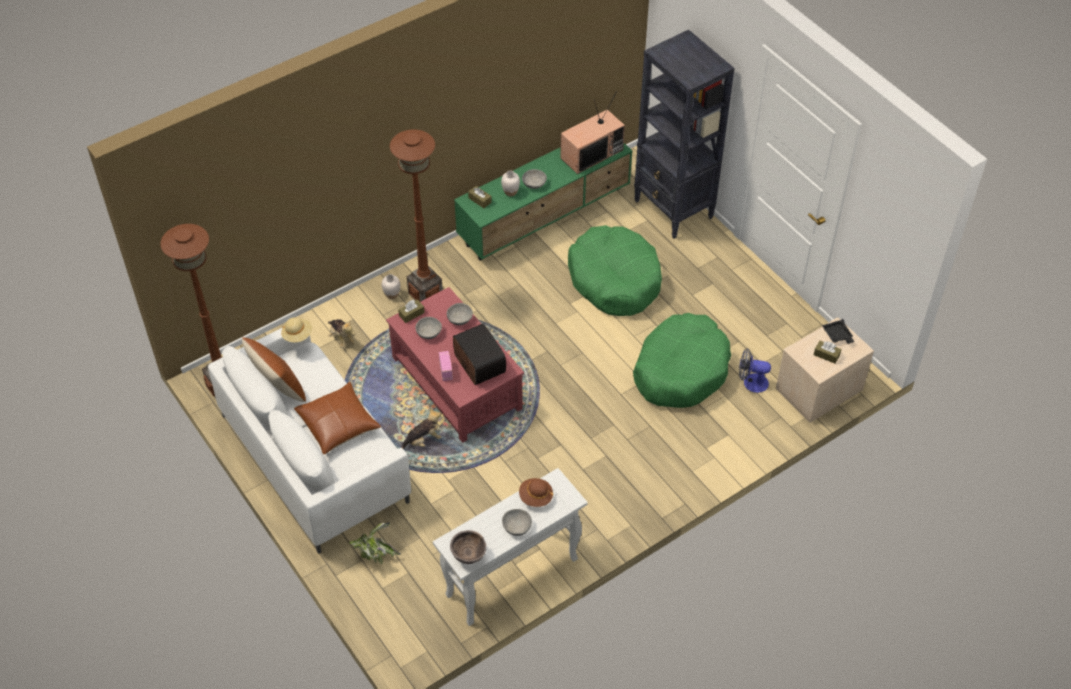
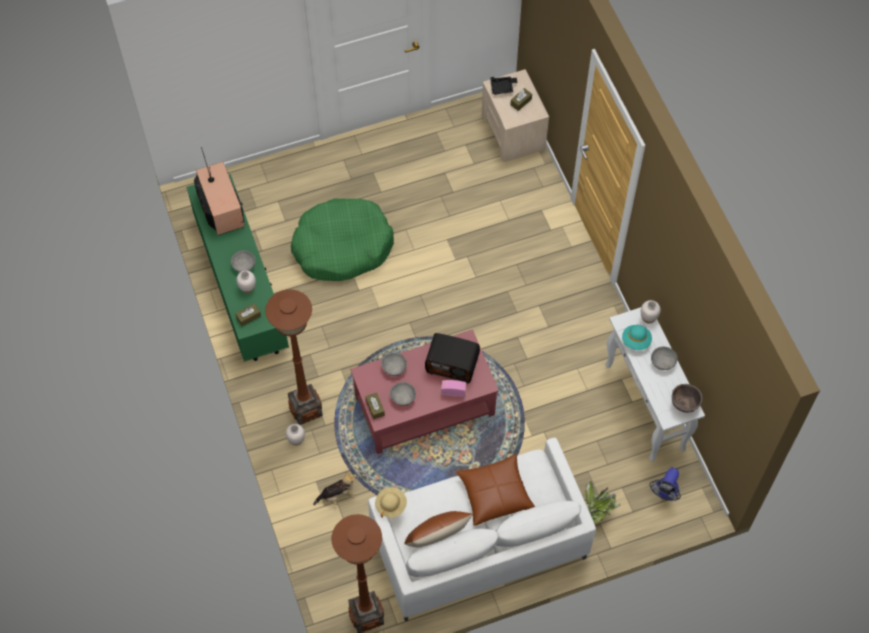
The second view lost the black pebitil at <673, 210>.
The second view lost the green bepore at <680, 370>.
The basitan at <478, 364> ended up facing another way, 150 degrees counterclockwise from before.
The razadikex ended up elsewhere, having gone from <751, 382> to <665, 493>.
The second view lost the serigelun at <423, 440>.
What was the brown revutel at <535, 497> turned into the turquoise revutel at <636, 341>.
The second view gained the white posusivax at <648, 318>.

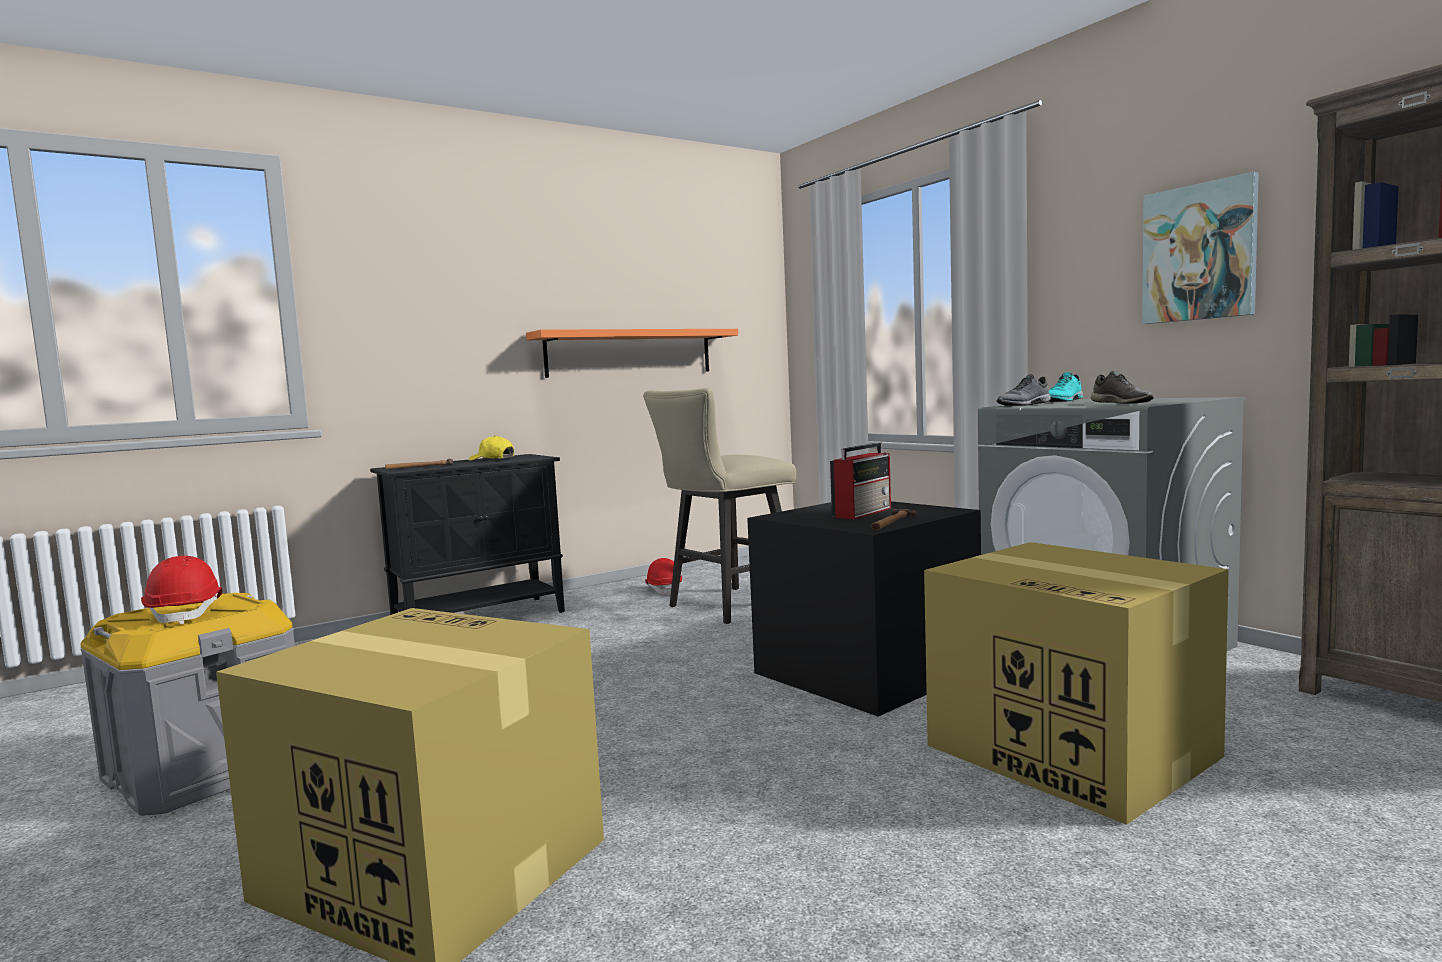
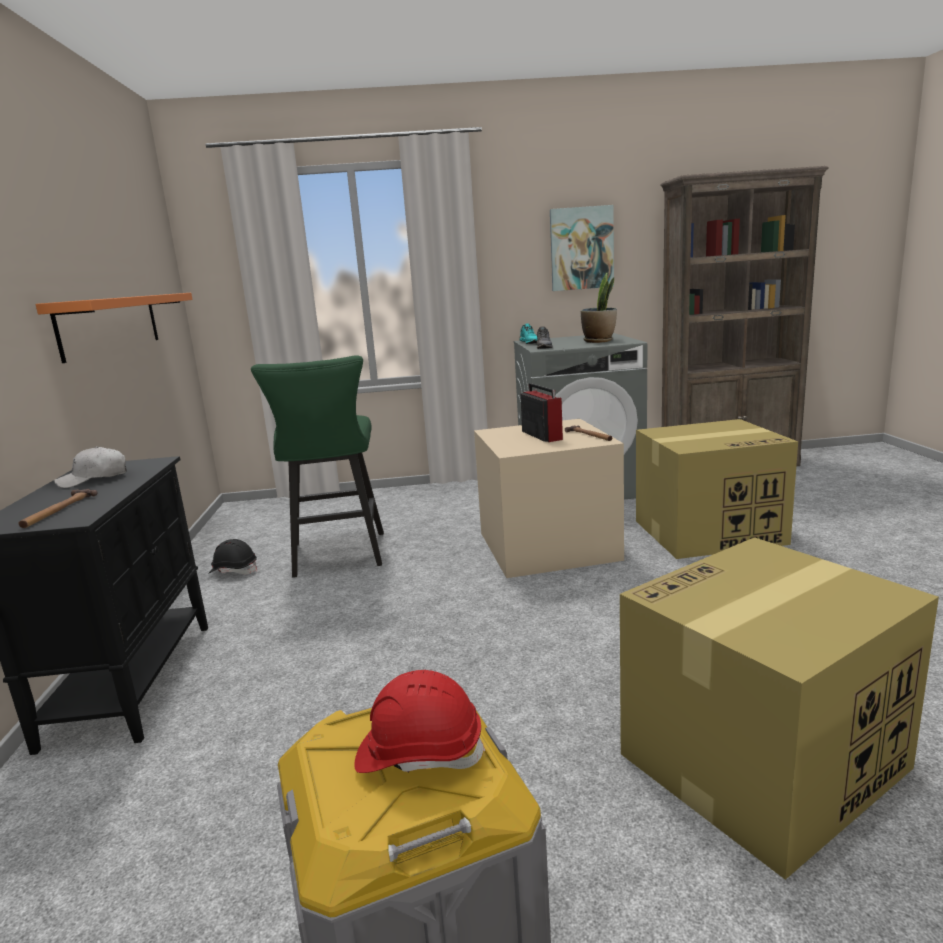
Where the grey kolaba stood at <1122, 403>, the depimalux came to stand at <599, 341>.
What was the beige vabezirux at <726, 607> turned into the green vabezirux at <338, 557>.
What was the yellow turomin at <492, 459> turned into the white turomin at <94, 479>.
What was the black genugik at <866, 670> turned into the beige genugik at <545, 545>.
What was the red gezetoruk at <664, 589> turned into the black gezetoruk at <233, 571>.

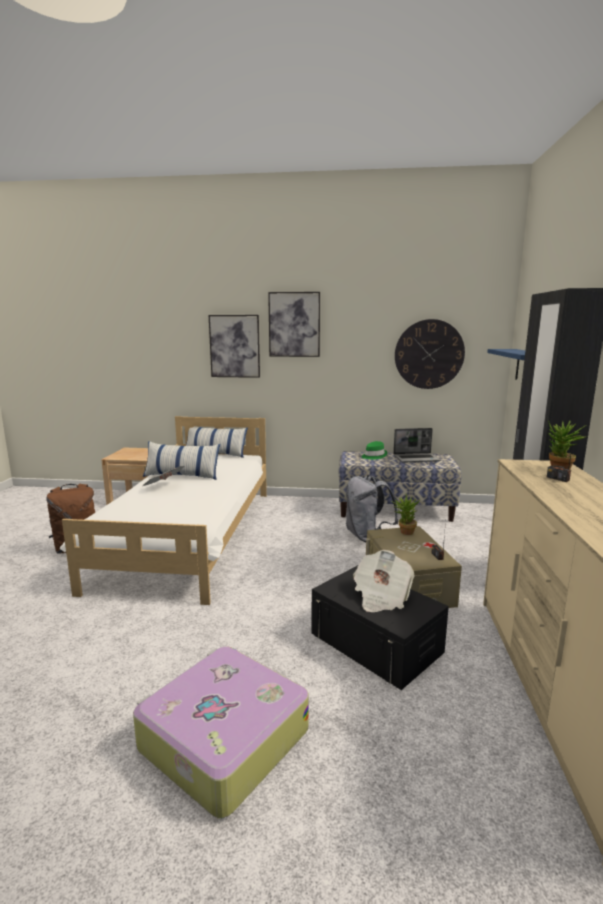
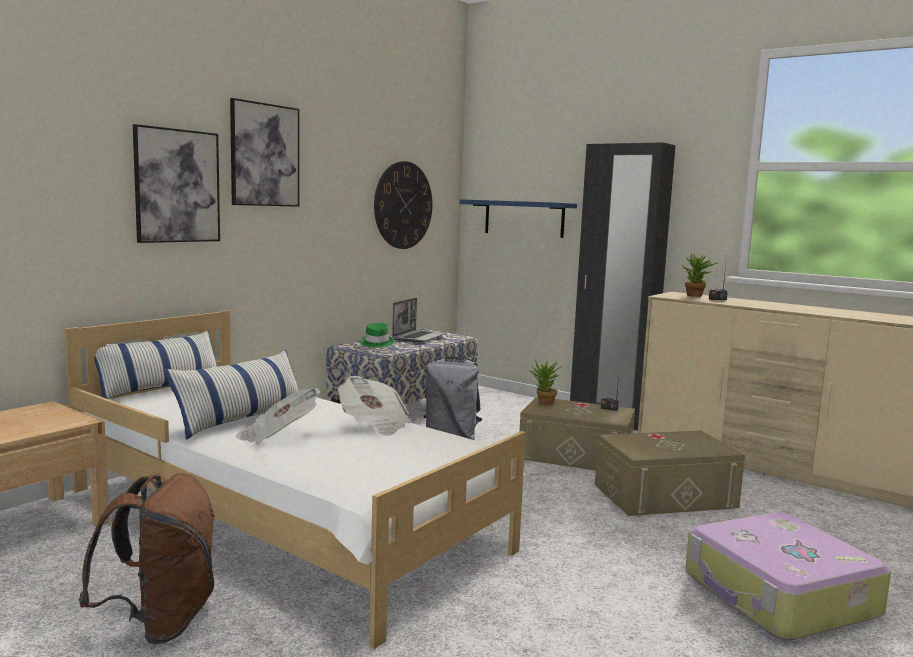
The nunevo ended up elsewhere, having gone from <381, 596> to <374, 425>.
What was the black genugik at <376, 642> turned into the beige genugik at <664, 496>.

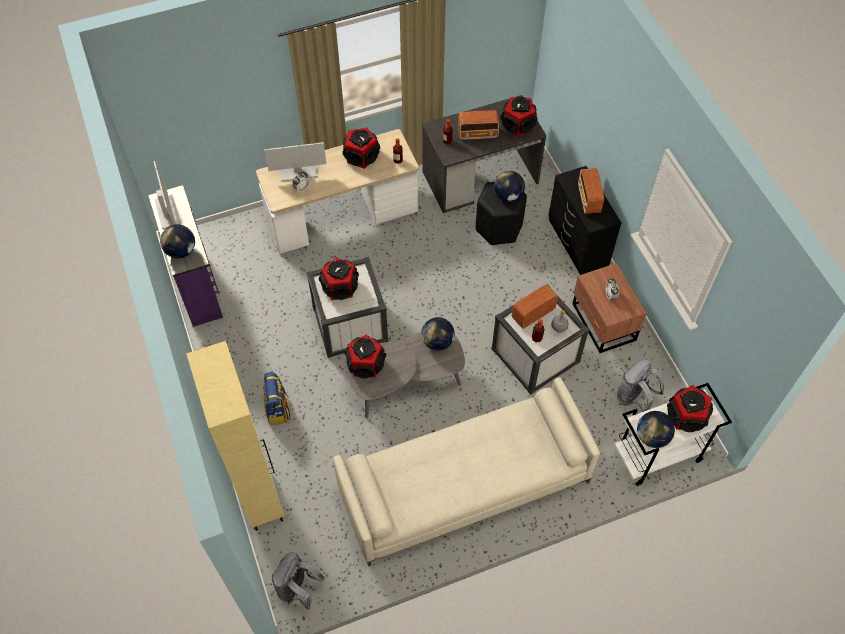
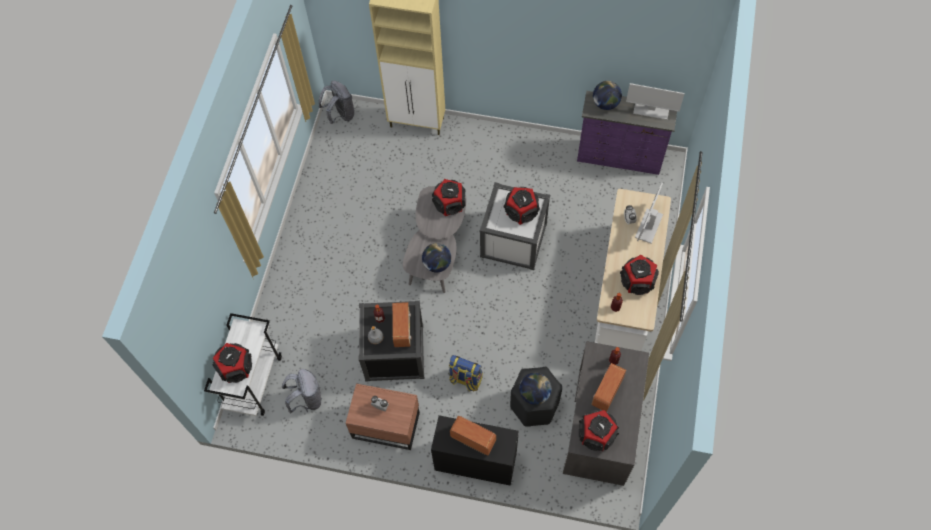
What was the white genugik at <535, 355> turned into the black genugik at <394, 352>.
The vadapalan ended up elsewhere, having gone from <278, 409> to <465, 379>.
The second view lost the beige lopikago at <463, 485>.
The second view lost the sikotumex at <652, 437>.

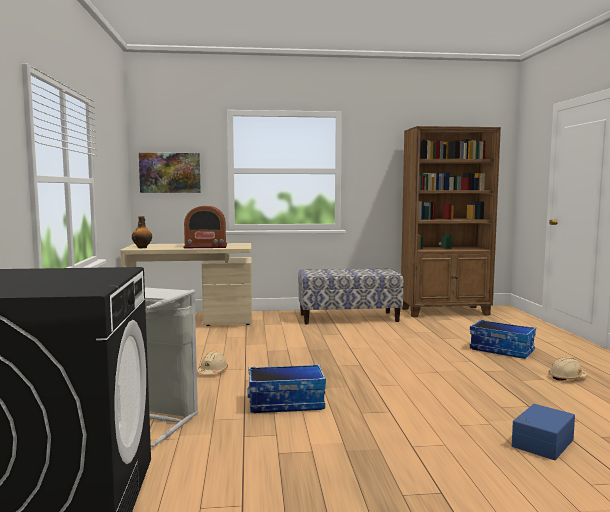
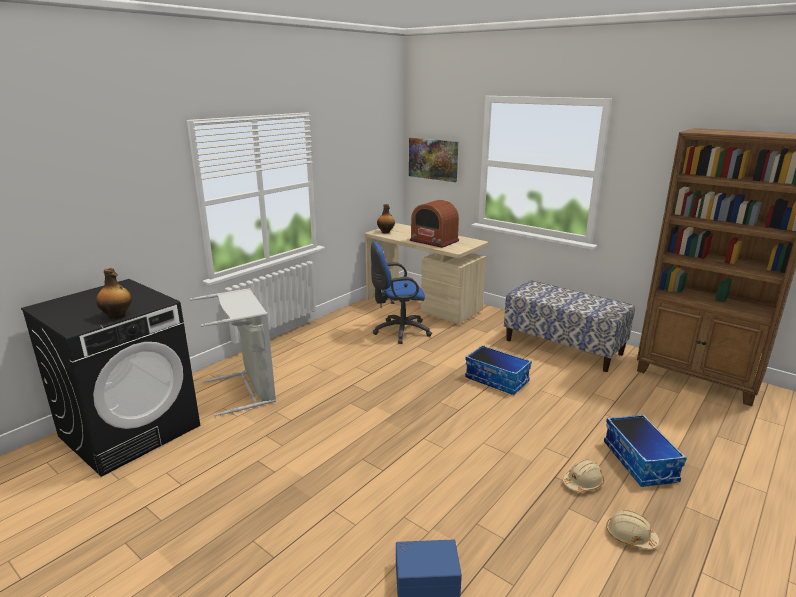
The beige gezetoruk ended up elsewhere, having gone from <212, 372> to <583, 483>.
The genugik ended up elsewhere, having gone from <286, 403> to <497, 380>.
The second view gained the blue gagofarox at <399, 331>.
The second view gained the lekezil at <117, 316>.

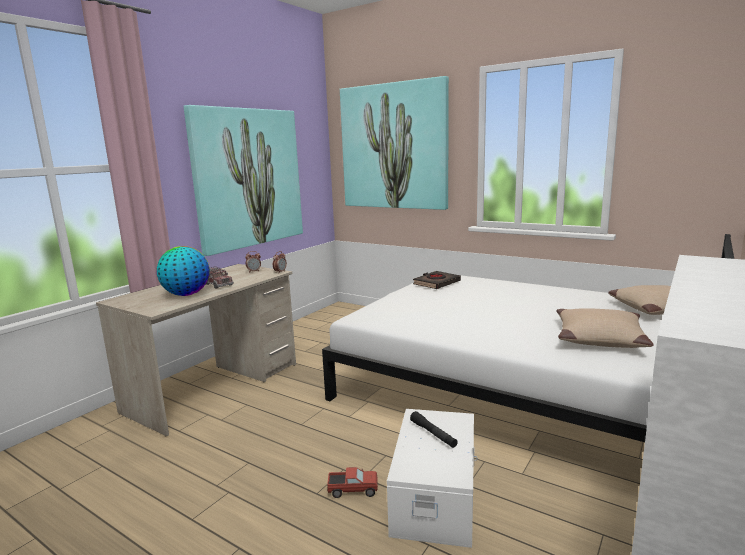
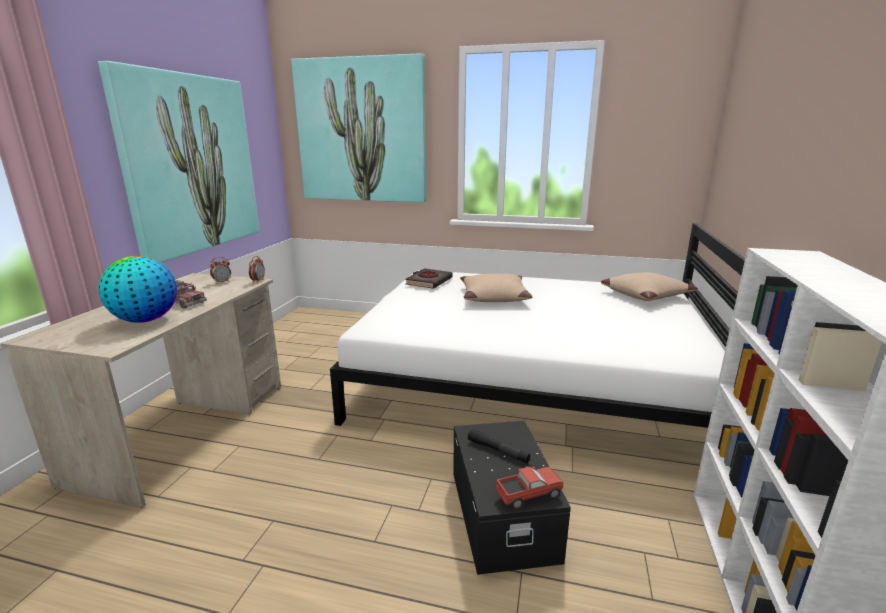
The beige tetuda ended up elsewhere, having gone from <598, 338> to <493, 296>.
What was the white genugik at <436, 495> turned into the black genugik at <504, 513>.
The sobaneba ended up elsewhere, having gone from <353, 490> to <528, 496>.

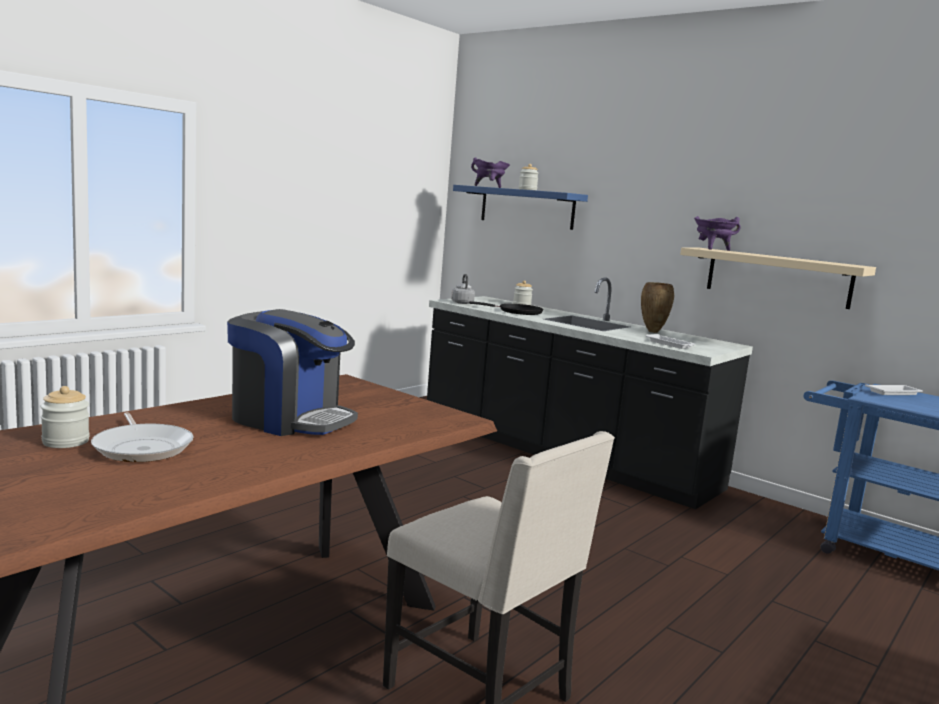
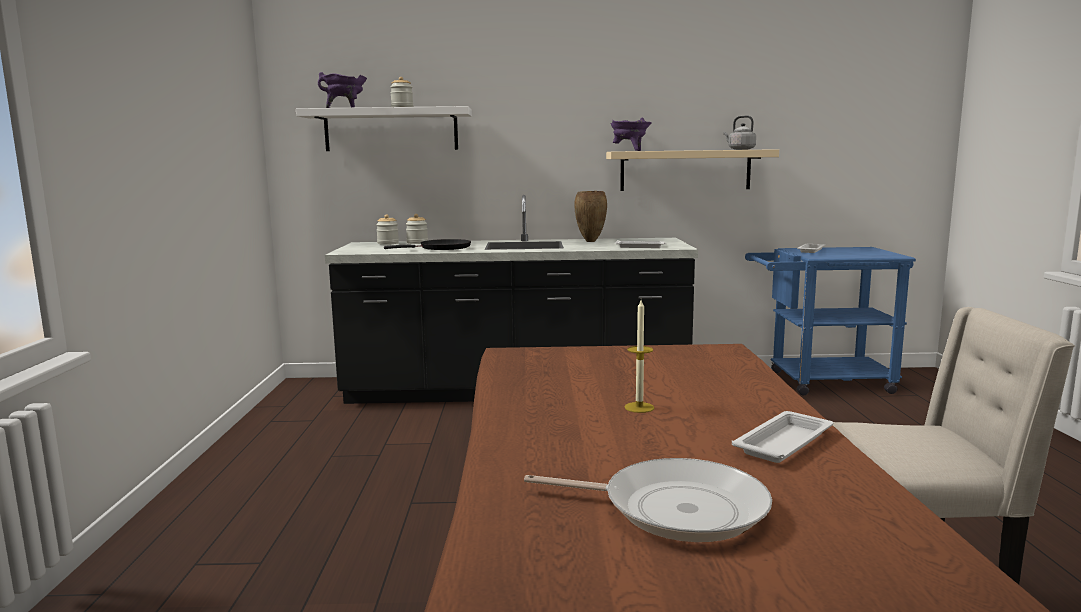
What was the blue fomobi at <527, 207> turned into the white fomobi at <391, 130>.
The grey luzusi ended up elsewhere, having gone from <462, 302> to <740, 149>.
Where the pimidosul stood at <290, 419>, the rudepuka came to stand at <639, 407>.
The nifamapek ended up elsewhere, having gone from <65, 442> to <388, 243>.
The second view gained the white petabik at <784, 442>.

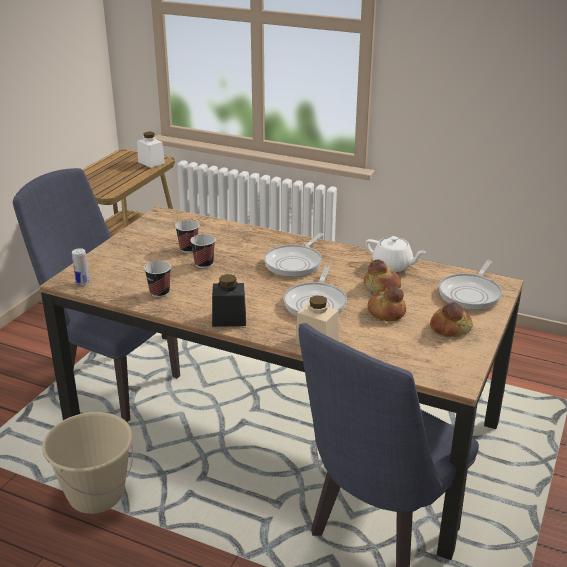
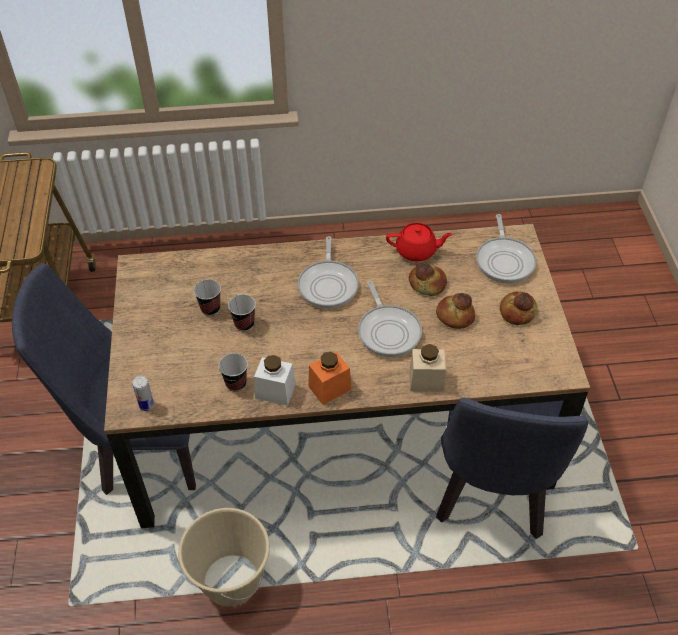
The white nifamapek ended up elsewhere, having gone from <151, 162> to <275, 391>.
What was the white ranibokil at <392, 266> turned into the red ranibokil at <417, 251>.
What was the black nifamapek at <229, 319> turned into the orange nifamapek at <329, 388>.

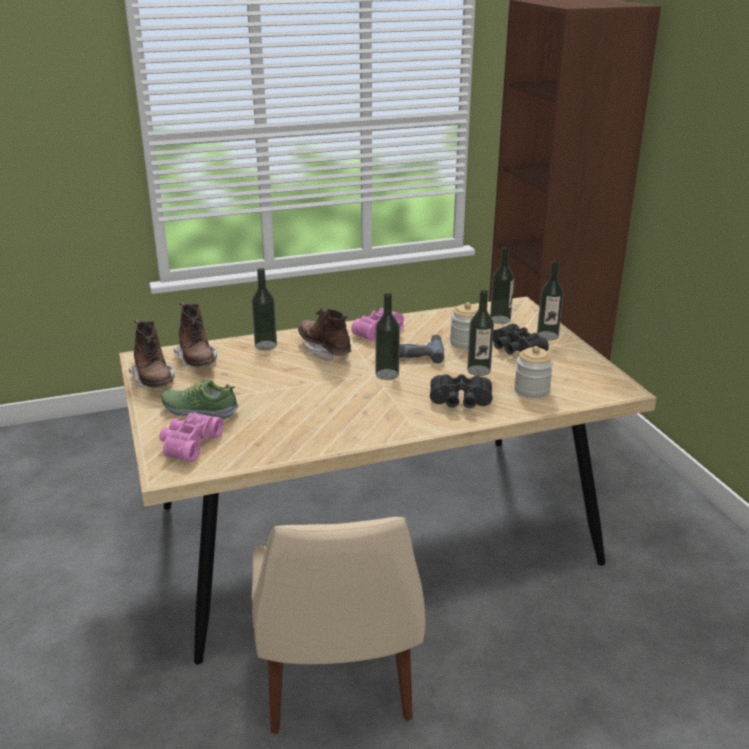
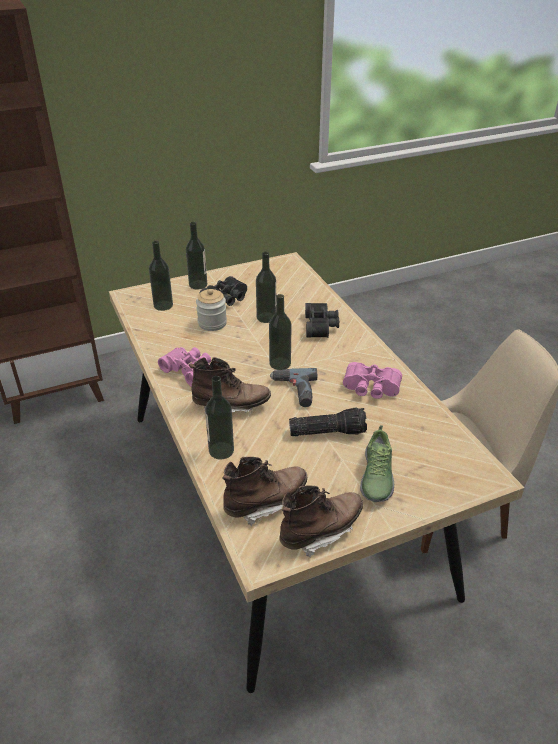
The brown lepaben at <324, 350> ended up facing another way, 135 degrees counterclockwise from before.
The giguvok ended up elsewhere, having gone from <418, 353> to <294, 391>.
The second view lost the nifamapek at <532, 390>.
The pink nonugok ended up elsewhere, having gone from <188, 444> to <370, 389>.
The second view gained the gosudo at <327, 431>.

